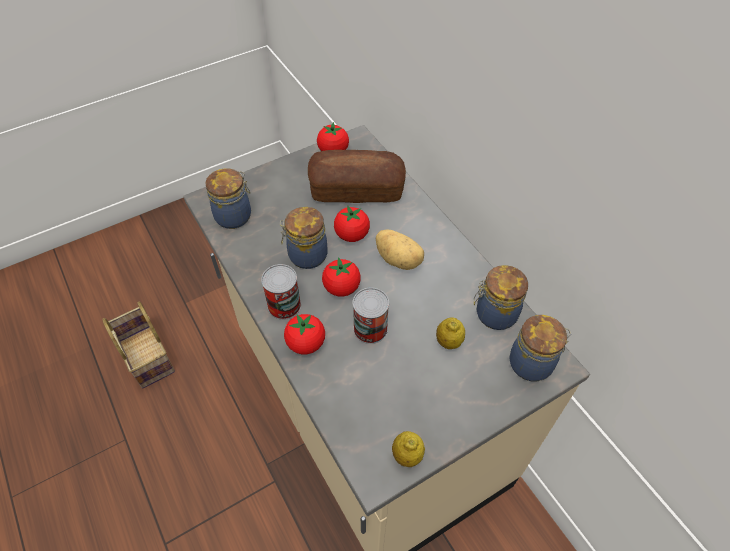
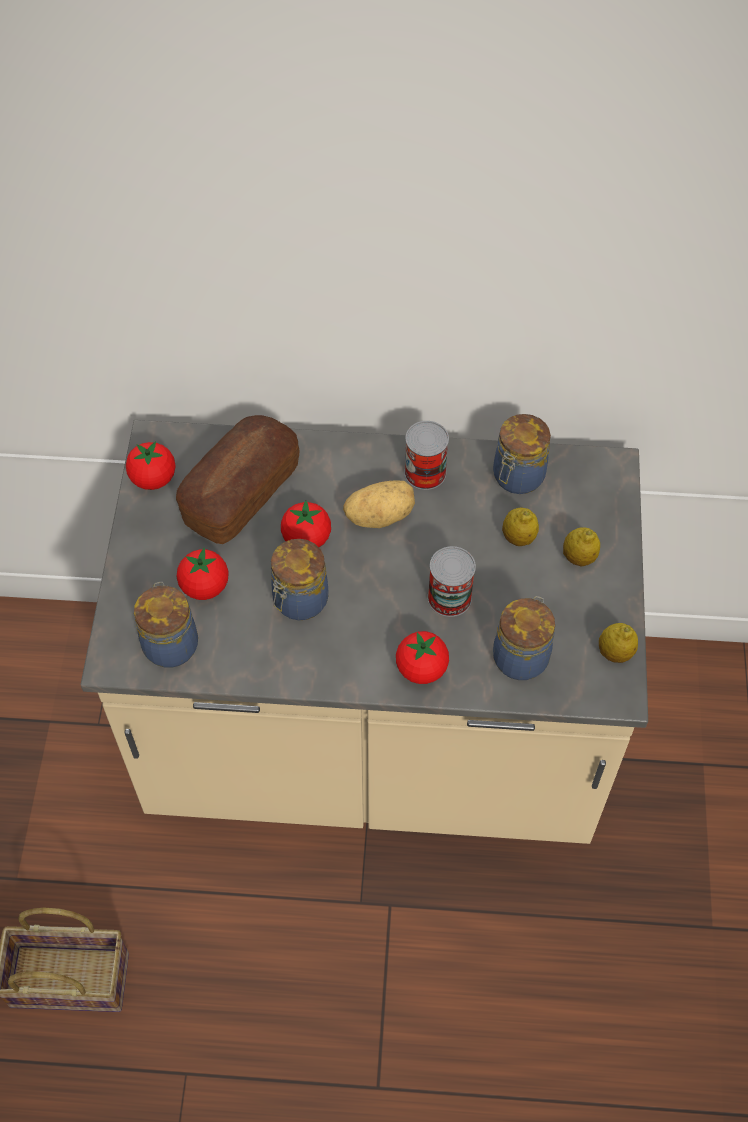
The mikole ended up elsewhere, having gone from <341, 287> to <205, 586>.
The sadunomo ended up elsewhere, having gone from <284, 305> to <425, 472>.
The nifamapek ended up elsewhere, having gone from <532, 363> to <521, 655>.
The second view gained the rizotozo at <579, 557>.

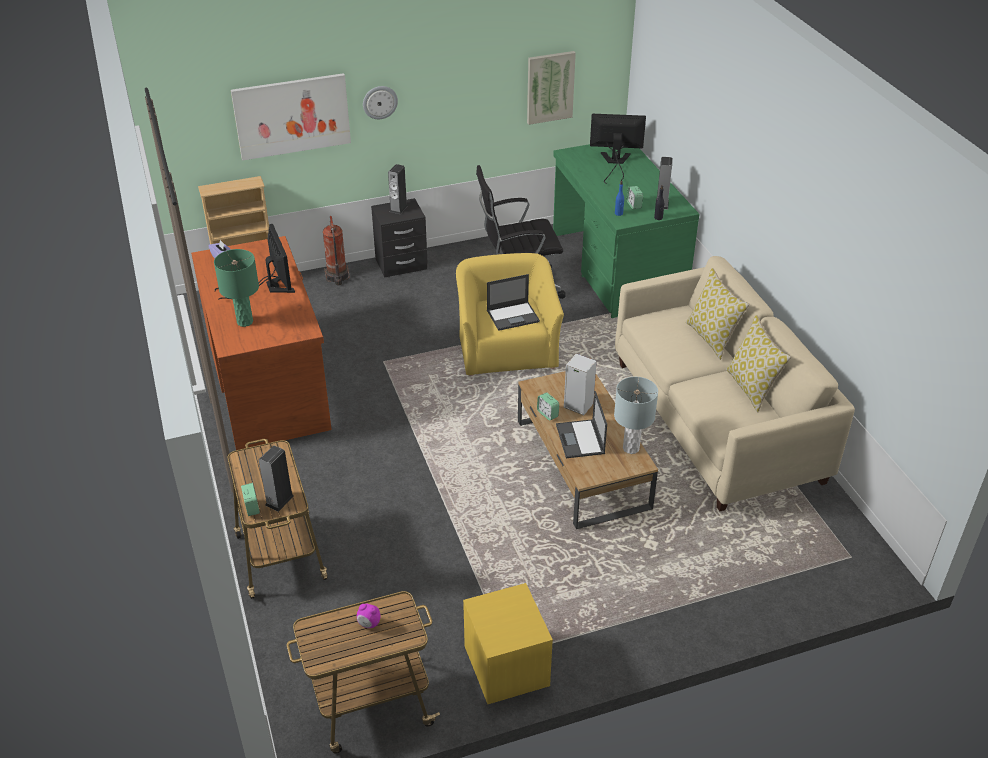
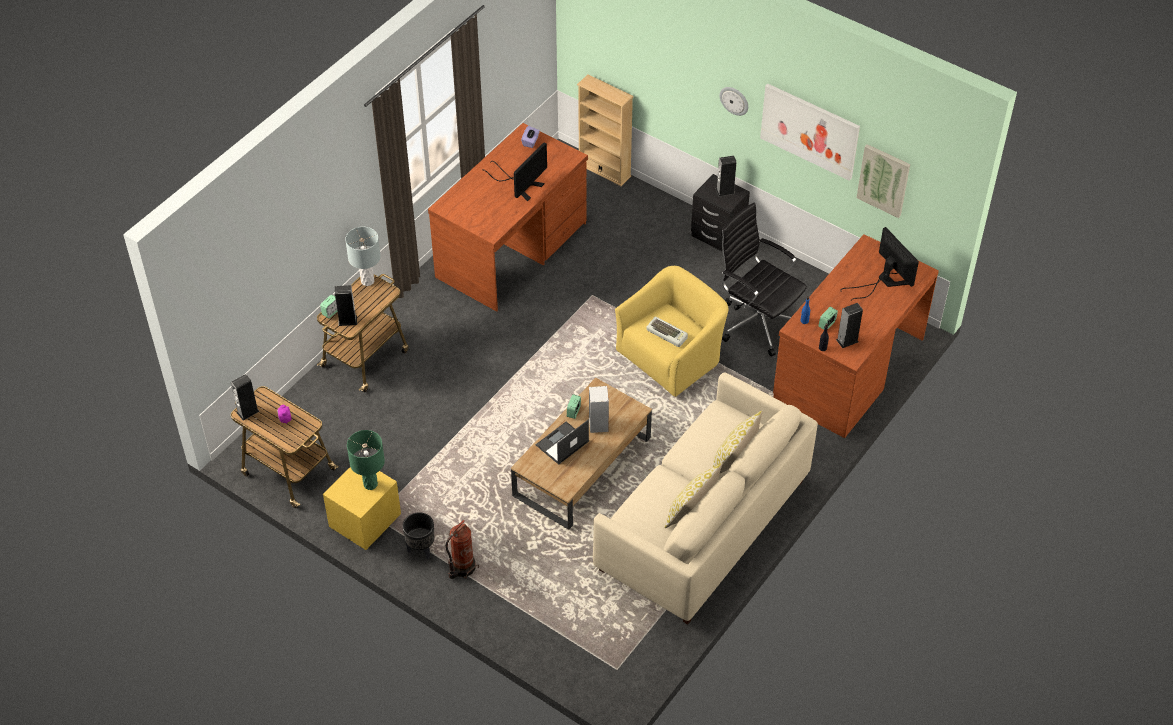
The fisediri ended up elsewhere, having gone from <292, 116> to <810, 131>.
What was the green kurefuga at <616, 268> turned into the brown kurefuga at <847, 369>.
The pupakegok ended up elsewhere, having gone from <337, 277> to <461, 567>.
The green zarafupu ended up elsewhere, having gone from <244, 322> to <370, 484>.
Where the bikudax stood at <513, 316>, the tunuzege came to stand at <667, 334>.
The grey zarafupu ended up elsewhere, having gone from <631, 448> to <367, 281>.
The second view gained the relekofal at <247, 412>.
The second view gained the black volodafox at <421, 550>.

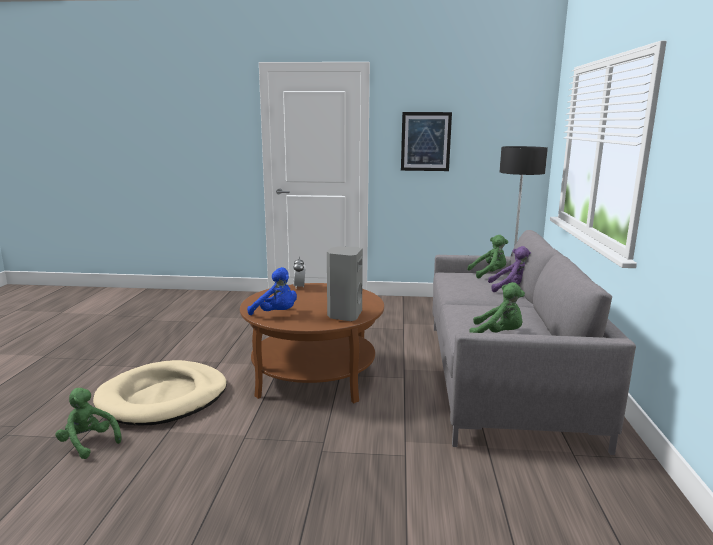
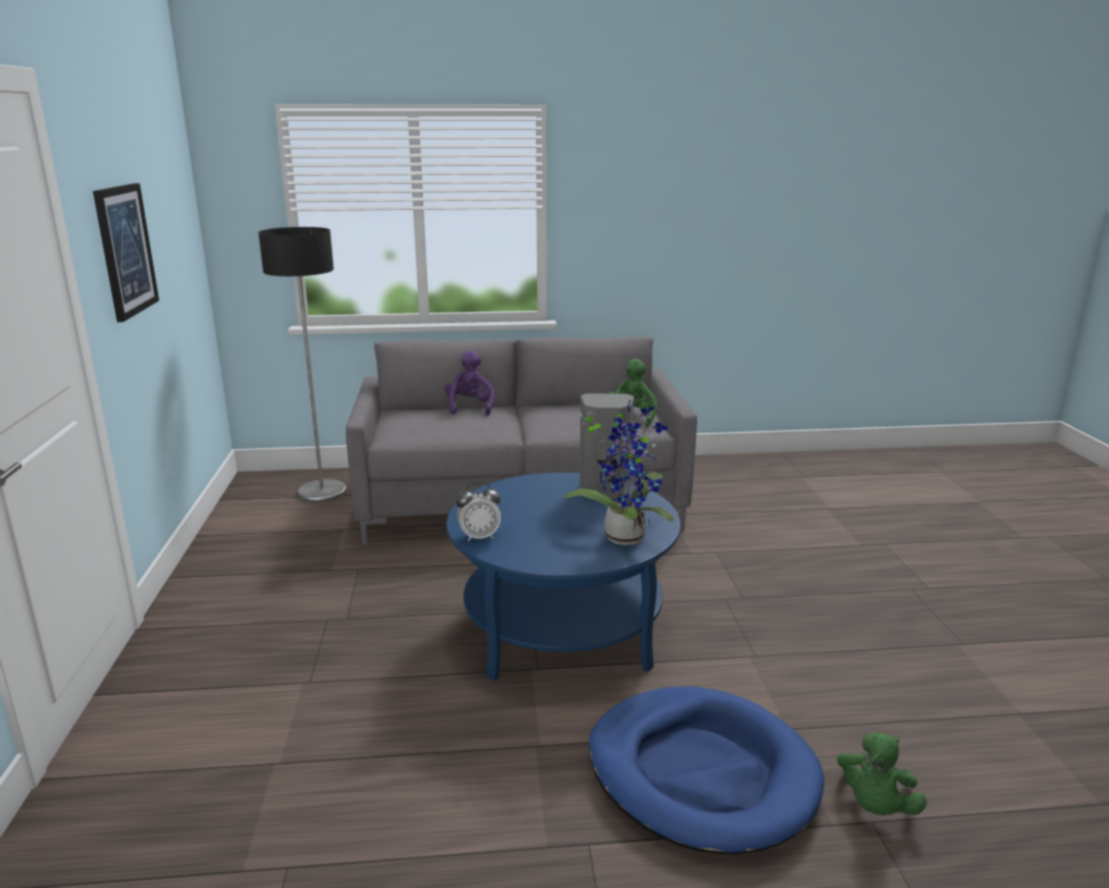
The second view lost the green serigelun at <489, 274>.
Where the blue serigelun stood at <276, 314>, the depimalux came to stand at <625, 535>.
What was the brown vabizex at <314, 377> turned into the blue vabizex at <563, 628>.
What was the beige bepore at <163, 397> turned into the blue bepore at <701, 773>.

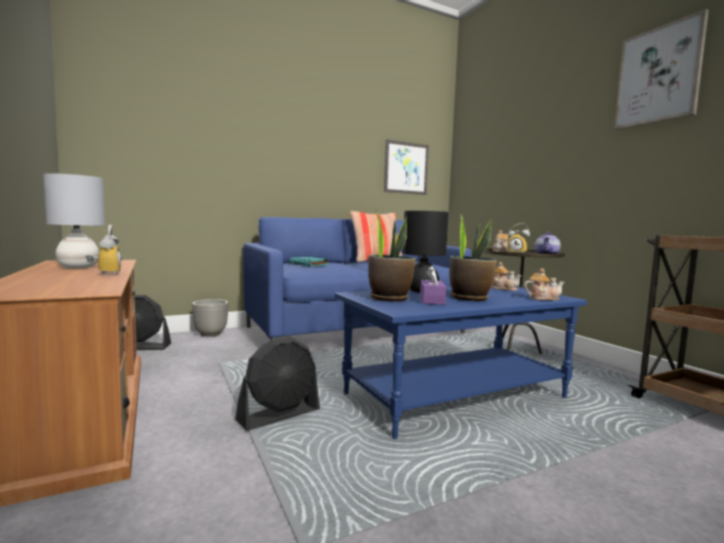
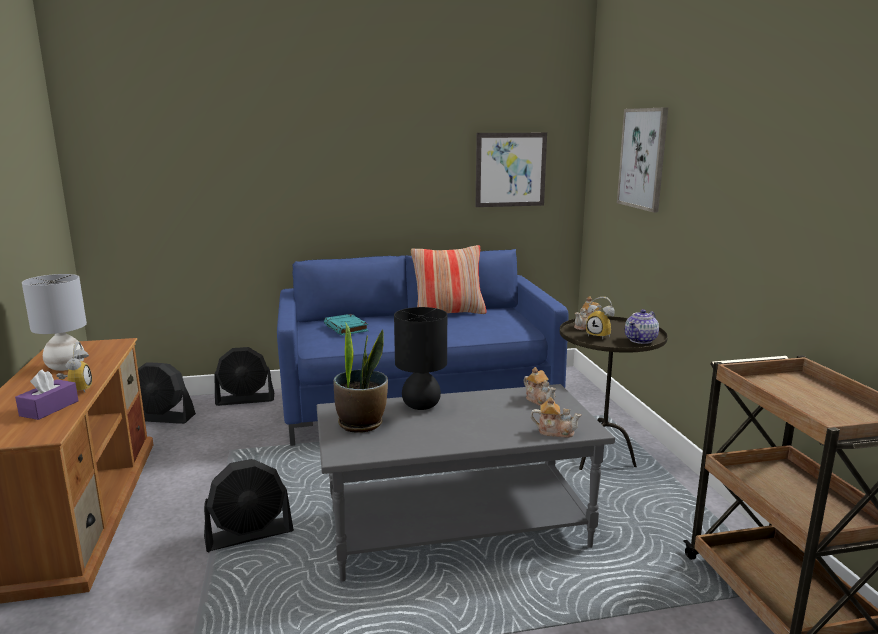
The fisediri ended up elsewhere, having gone from <658, 75> to <643, 158>.
The second view lost the depimalux at <469, 298>.
The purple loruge ended up elsewhere, having gone from <432, 300> to <49, 408>.
What was the blue vabizex at <455, 395> turned into the grey vabizex at <457, 528>.
Where the volodafox stood at <211, 334>, the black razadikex came to stand at <245, 399>.

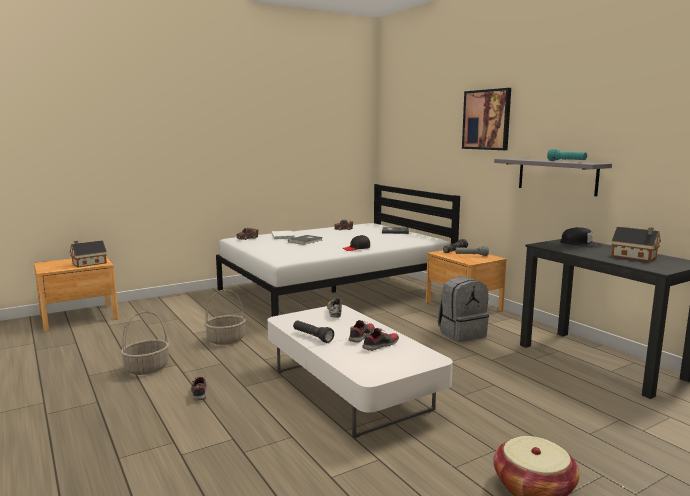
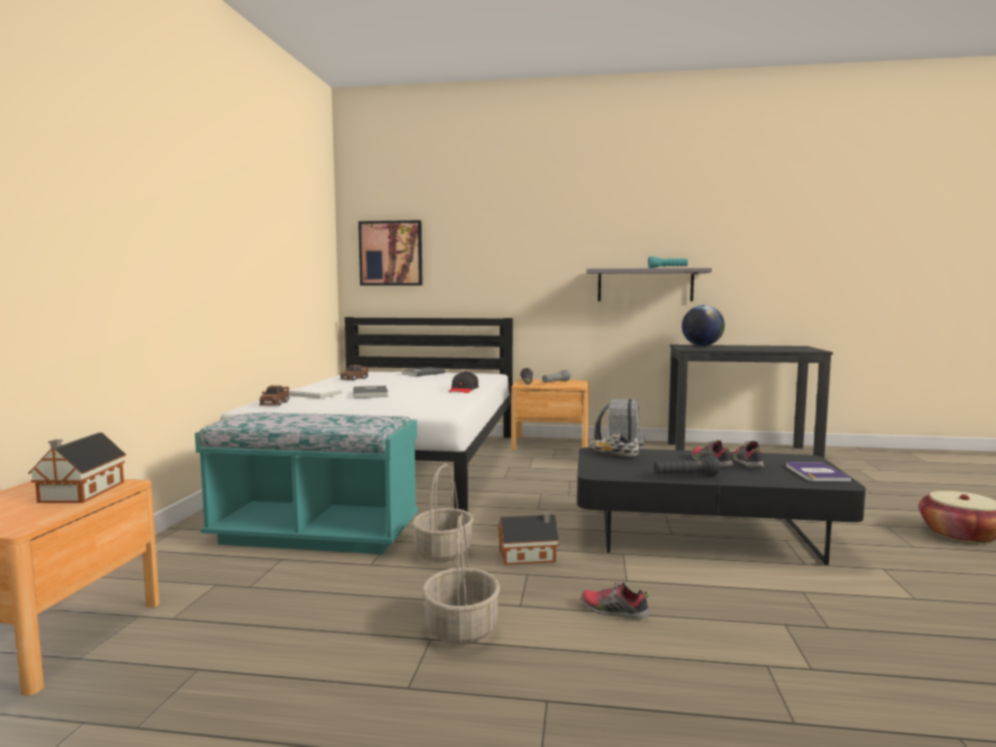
The fisediri ended up elsewhere, having gone from <486, 119> to <391, 253>.
Where the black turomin stood at <581, 244>, the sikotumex came to stand at <702, 346>.
The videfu ended up elsewhere, having gone from <635, 257> to <529, 556>.
What was the white vabizex at <350, 390> turned into the black vabizex at <703, 535>.
The second view gained the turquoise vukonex at <315, 534>.
The second view gained the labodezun at <816, 473>.

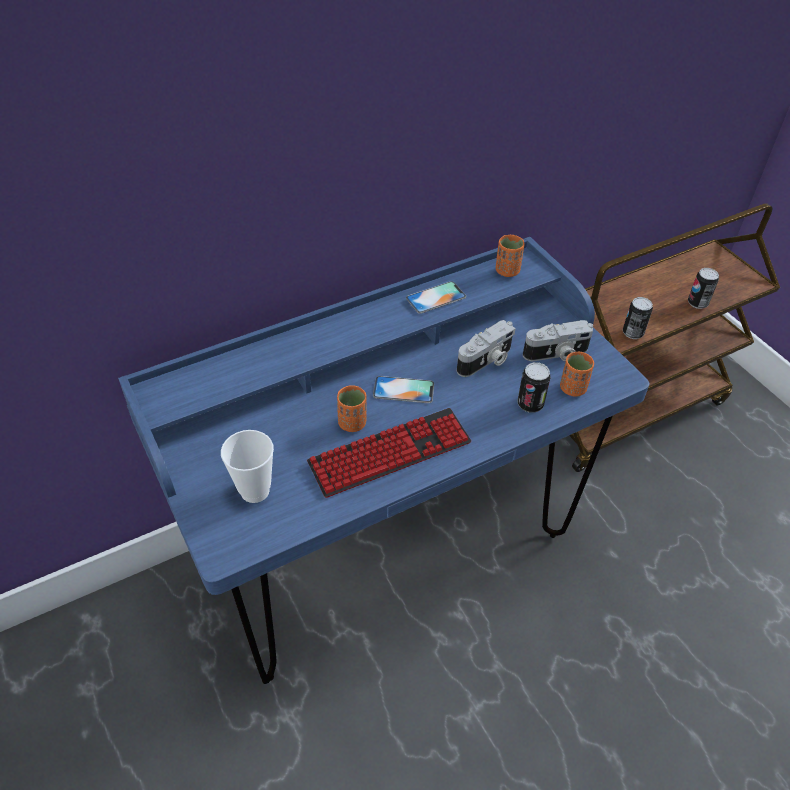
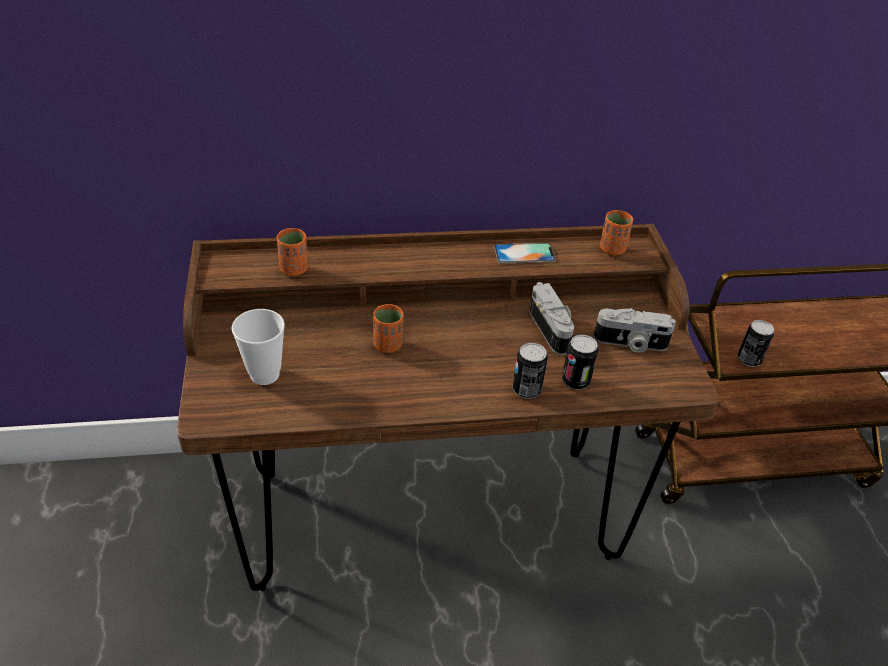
What was the blue kurefuga at <390, 552> turned into the brown kurefuga at <431, 514>.
The sadunomo ended up elsewhere, having gone from <697, 303> to <526, 390>.
The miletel at <486, 361> ended up facing another way, 90 degrees counterclockwise from before.
The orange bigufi ended up elsewhere, having gone from <573, 388> to <294, 269>.
The second view lost the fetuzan at <403, 390>.
The second view lost the tunuzege at <390, 453>.

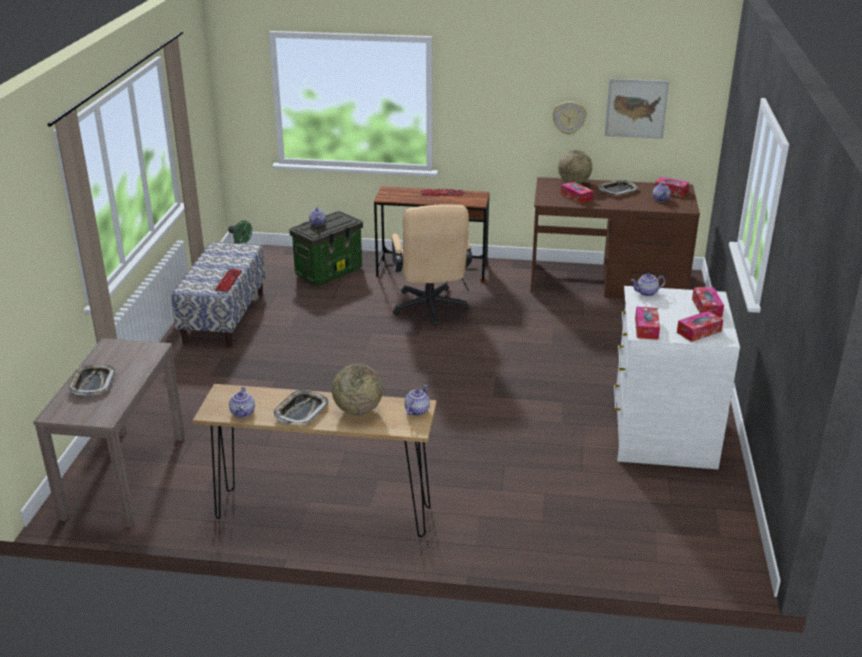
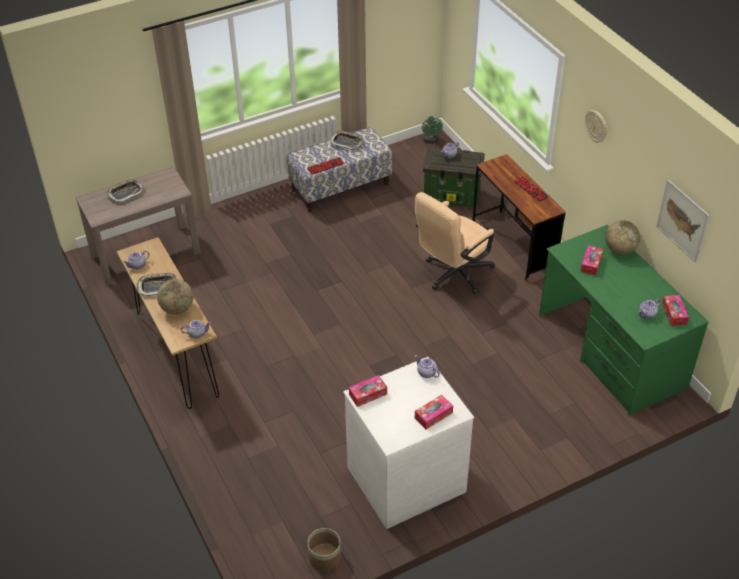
The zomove ended up elsewhere, having gone from <569, 117> to <597, 126>.
What was the brown kurefuga at <607, 282> turned into the green kurefuga at <610, 350>.
The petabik ended up elsewhere, having gone from <617, 190> to <347, 142>.
The second view lost the loruge at <699, 332>.
The second view gained the volodafox at <324, 557>.

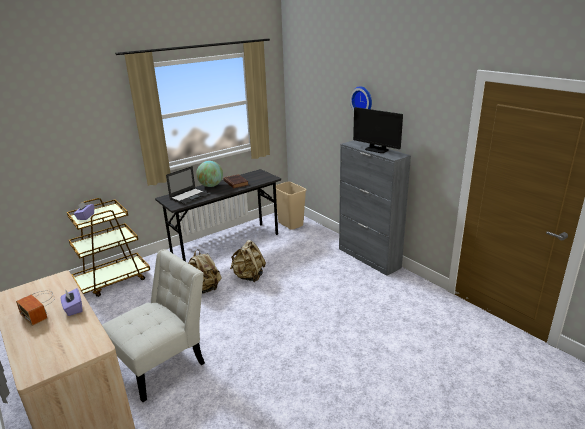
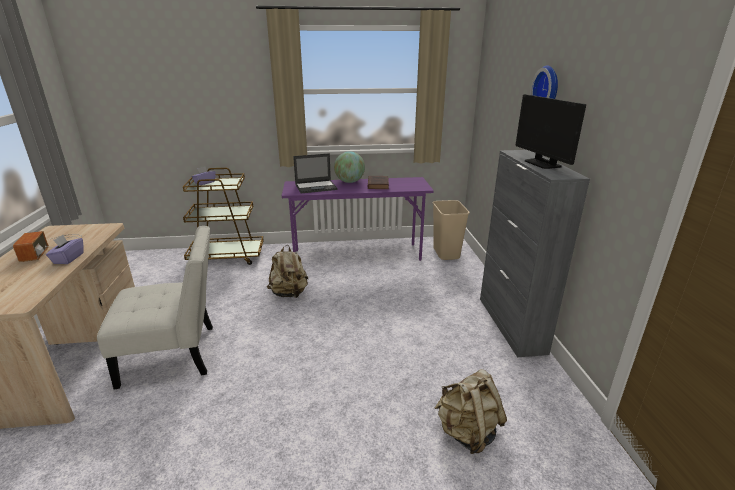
What was the grey kurefuga at <226, 244> turned into the purple kurefuga at <357, 255>.
The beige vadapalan ended up elsewhere, having gone from <249, 276> to <467, 432>.

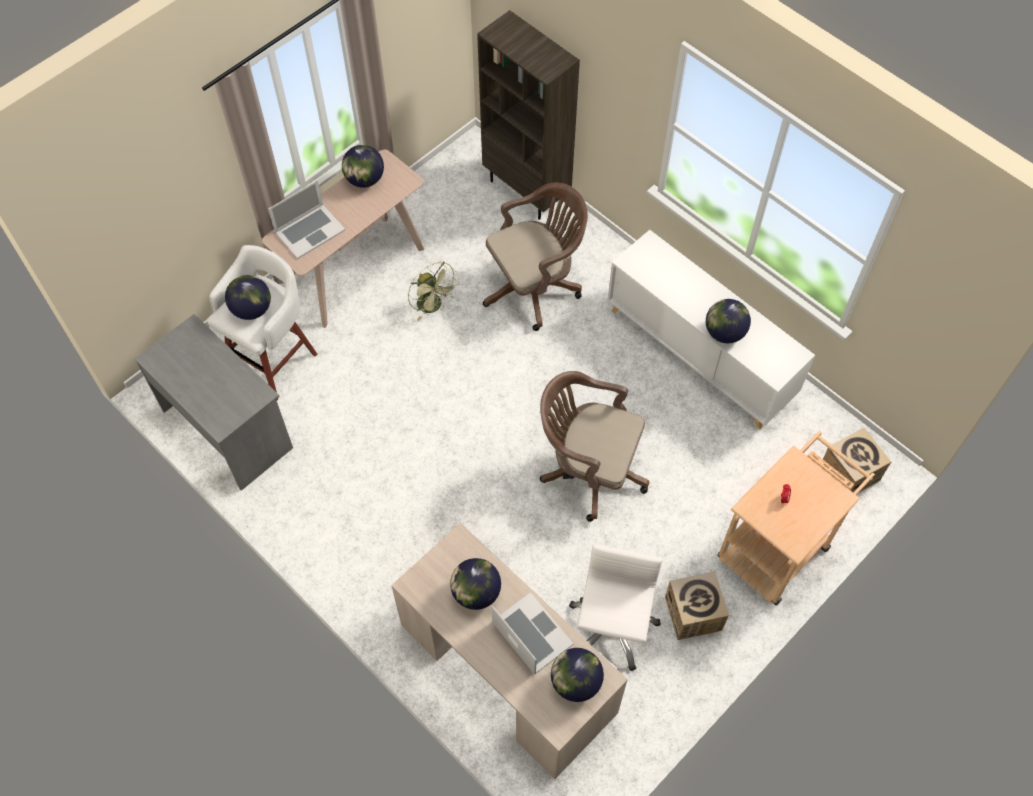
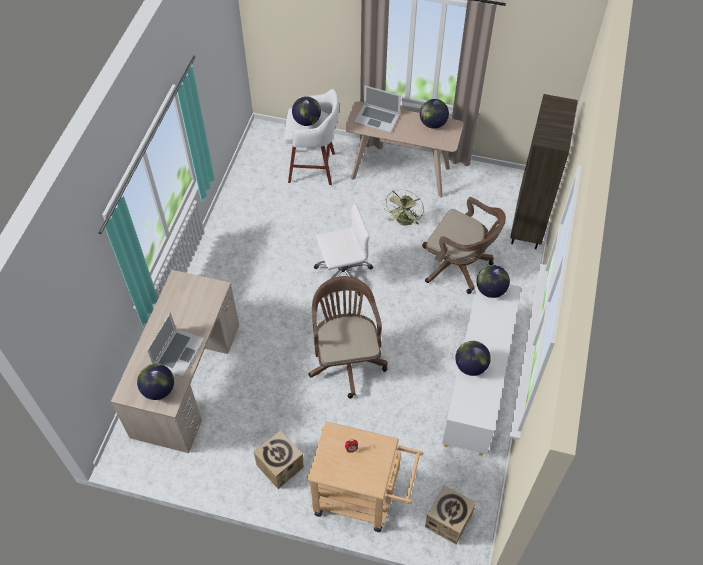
The second view lost the grey kurefuga at <228, 427>.
The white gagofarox ended up elsewhere, having gone from <611, 627> to <343, 274>.
The sikotumex ended up elsewhere, having gone from <476, 592> to <490, 290>.

